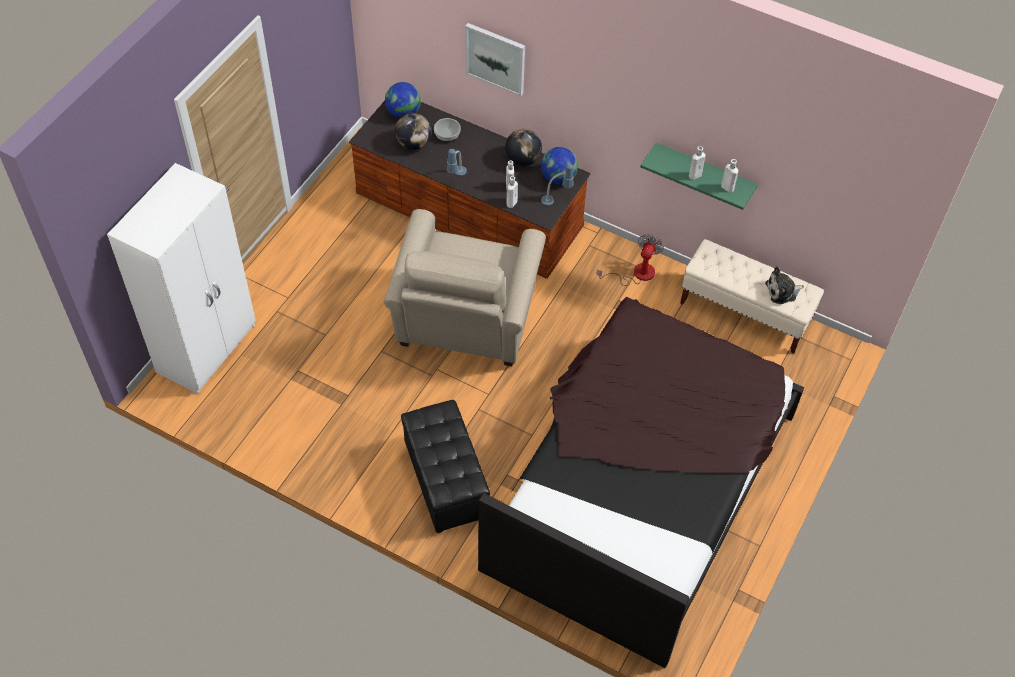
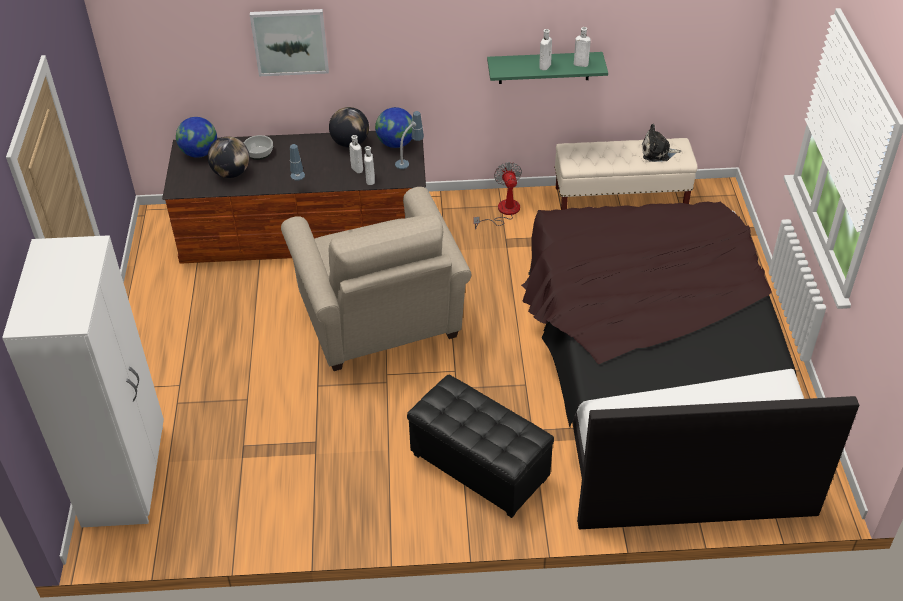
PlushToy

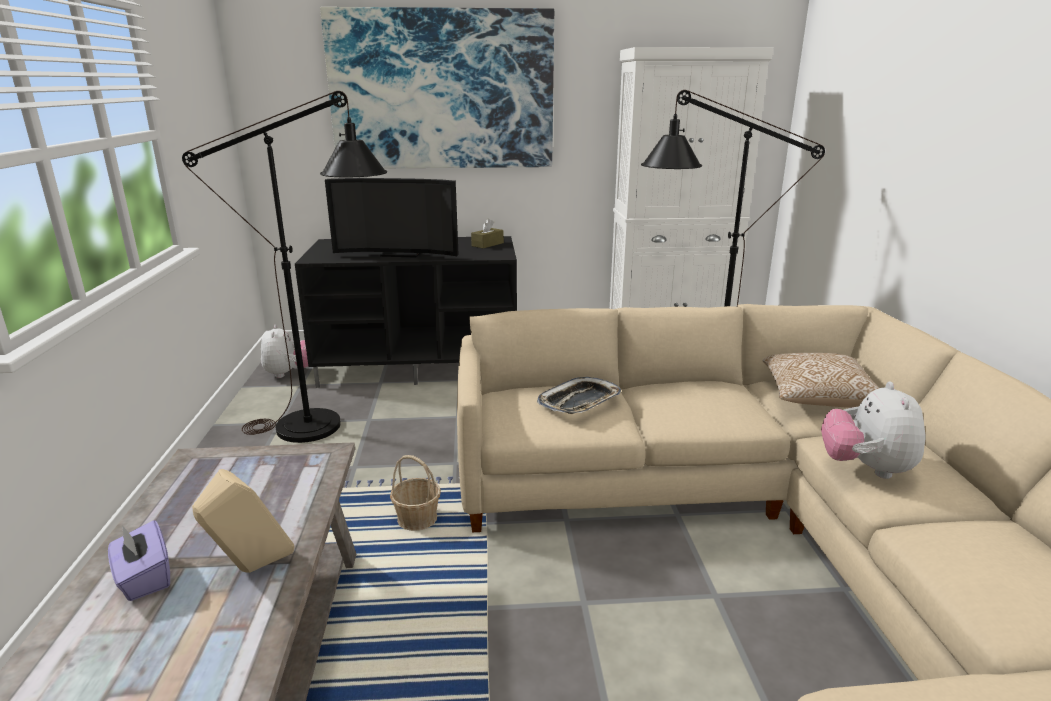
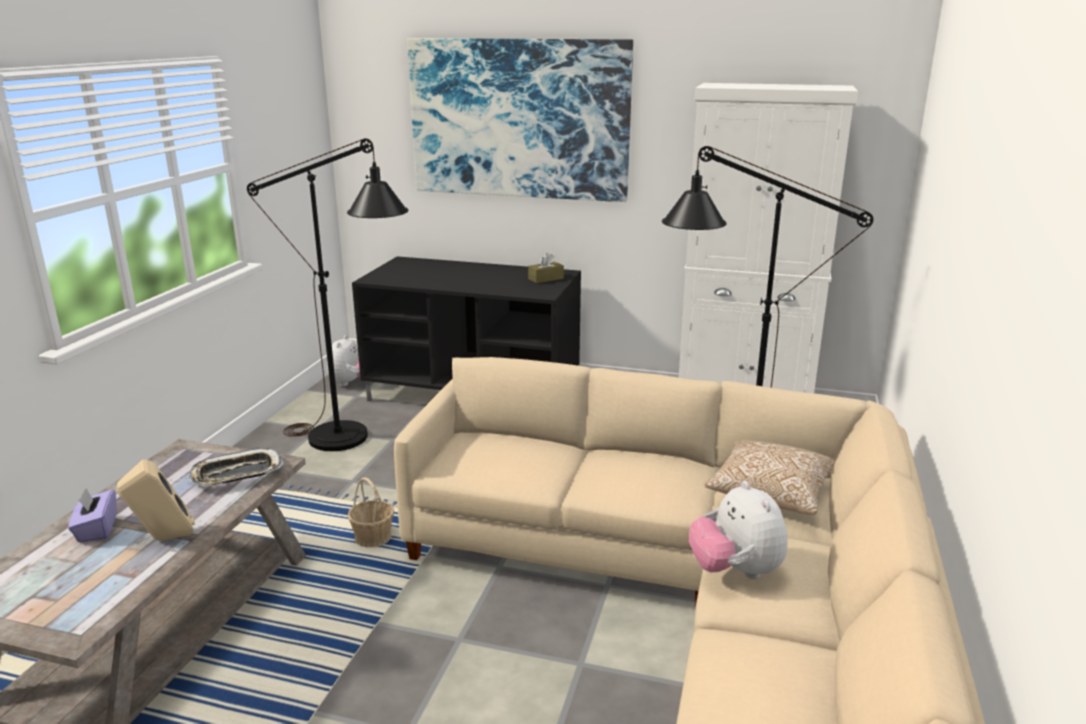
Television
Tray
PlushToy (2nd from left)

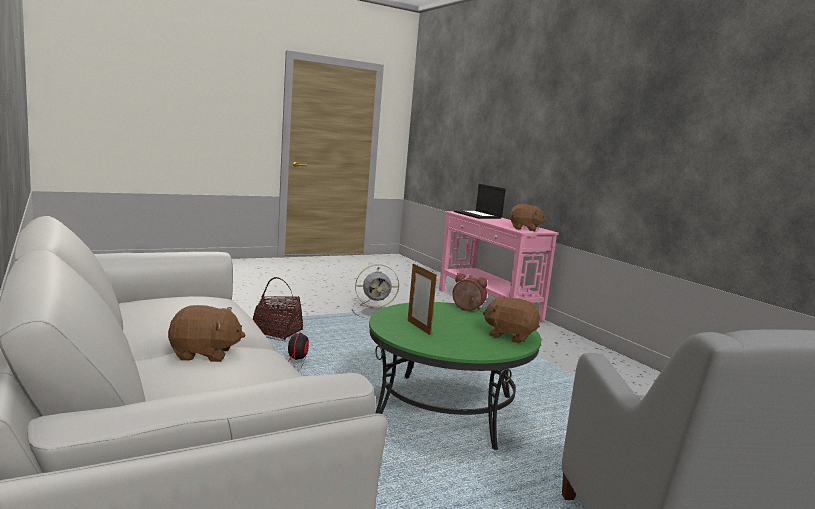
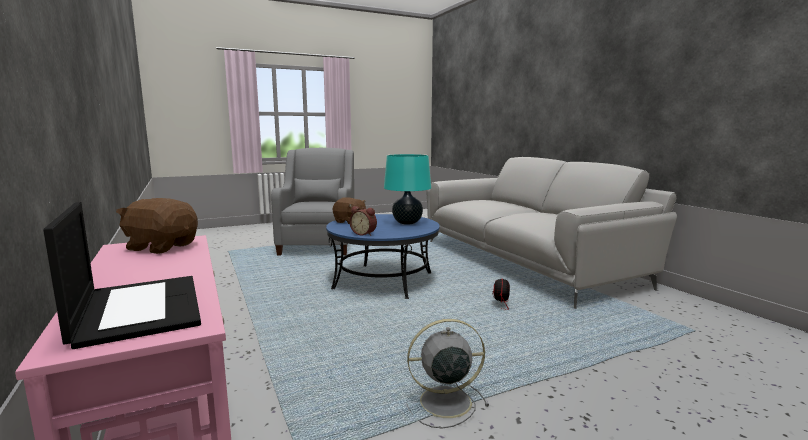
TurquoiseTableLamp
Basket
BlueCoffeeTable
BrownPlushToy (1st from left in the first image)

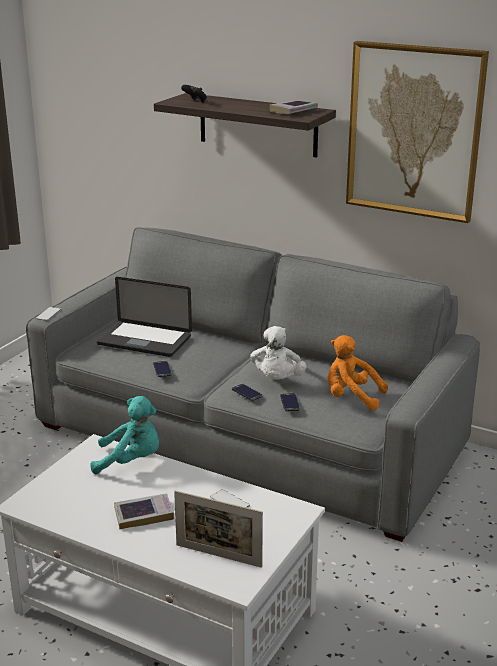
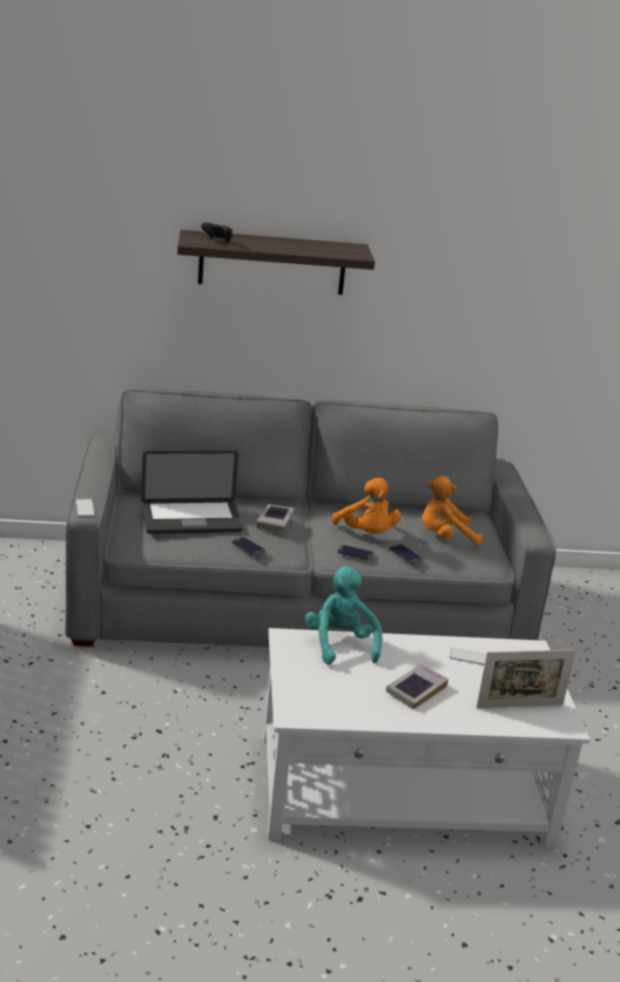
Picture
Book (1st from left)
OrangePlushToy (1st from left)
TurquoisePlushToy

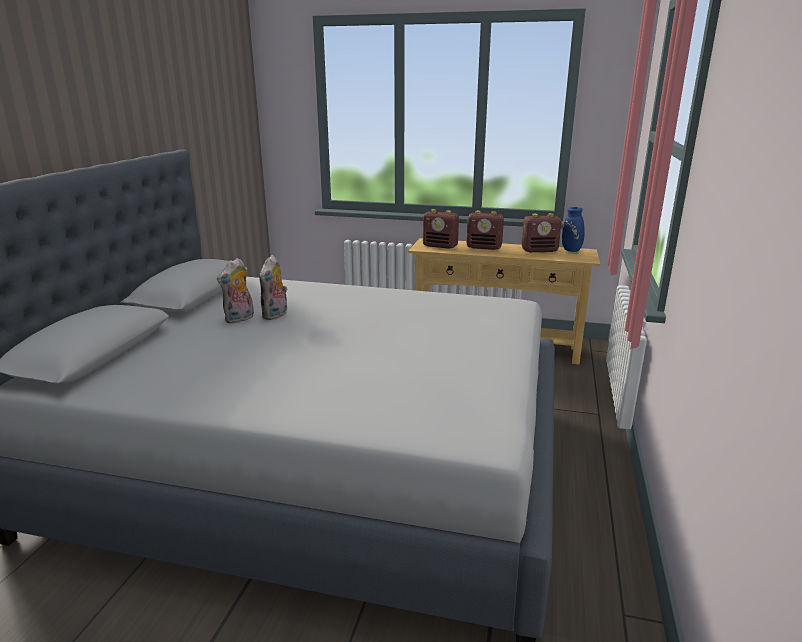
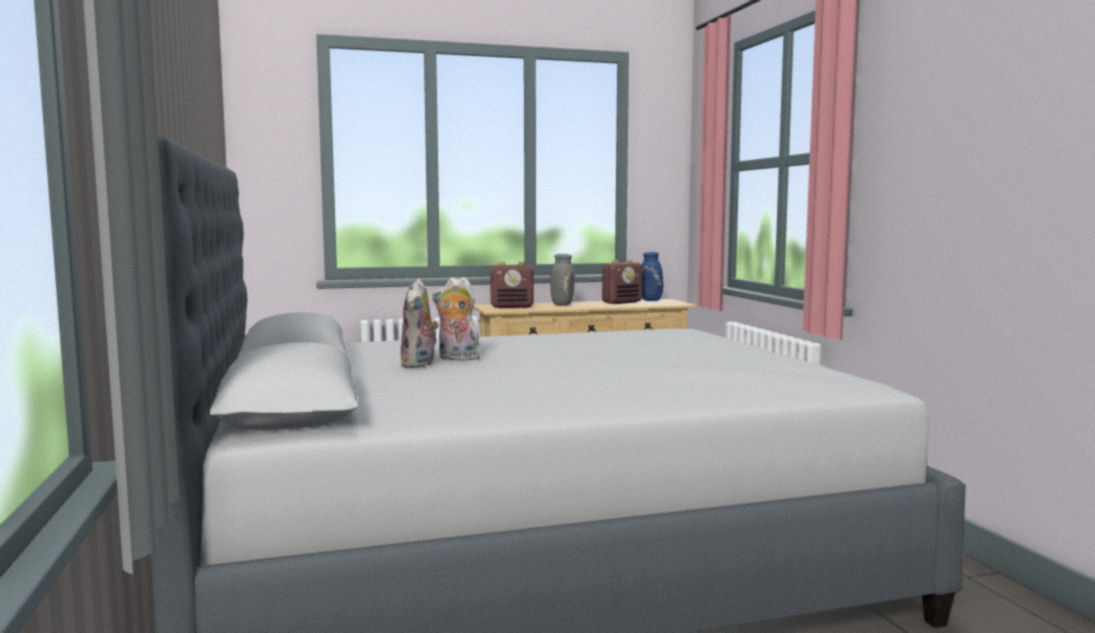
GreyVase
PlushToy (2nd from left)

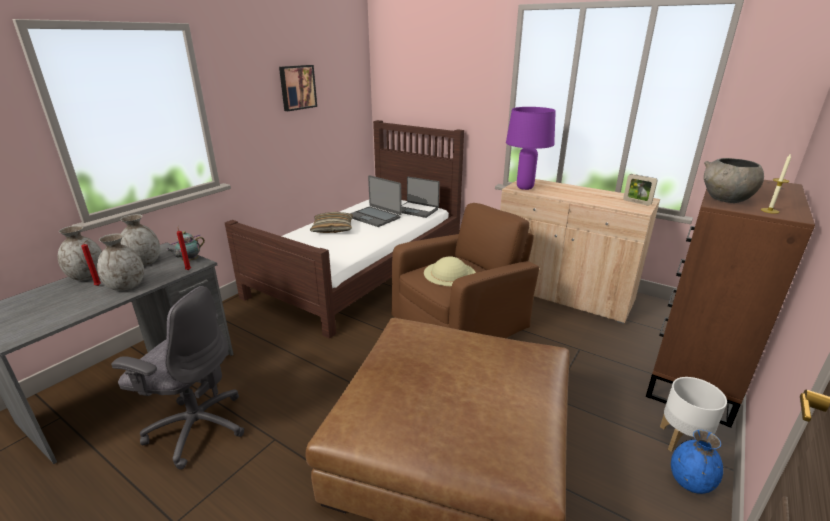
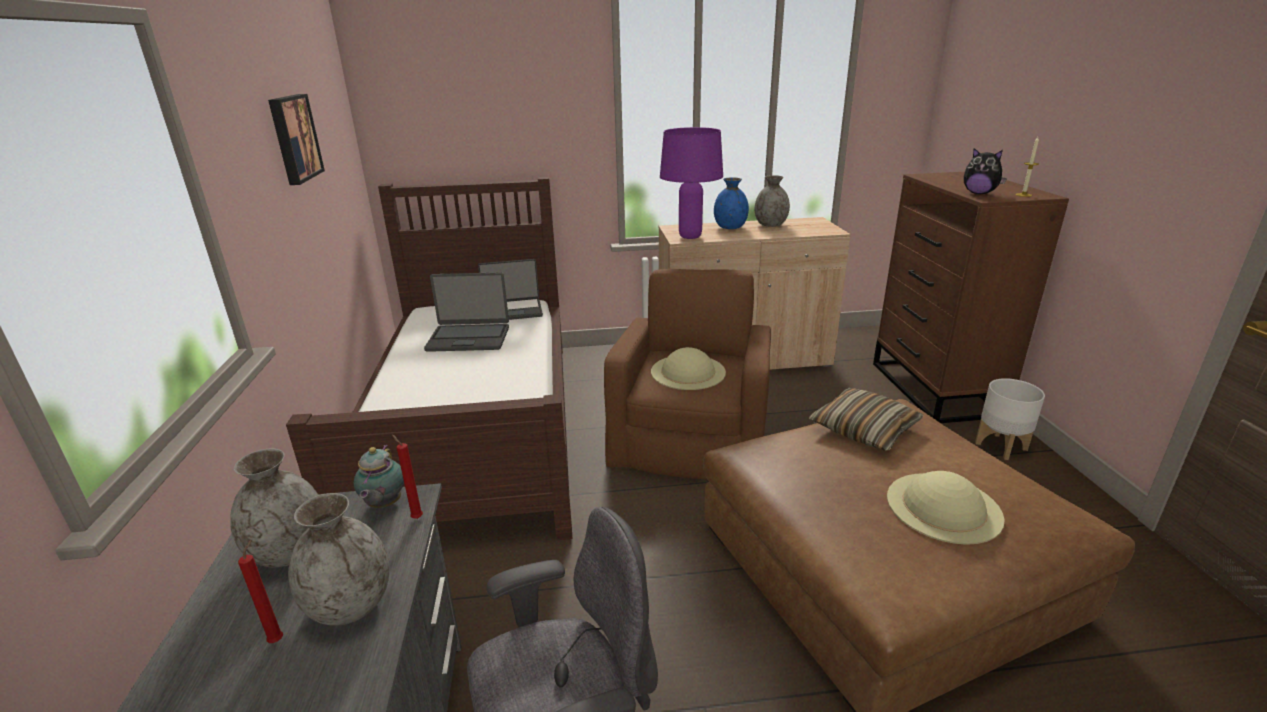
PlushToy
PictureFrame
Pillow
GreyVase (3rd from left)
BlueVase
BeigeHat (2nd from left)

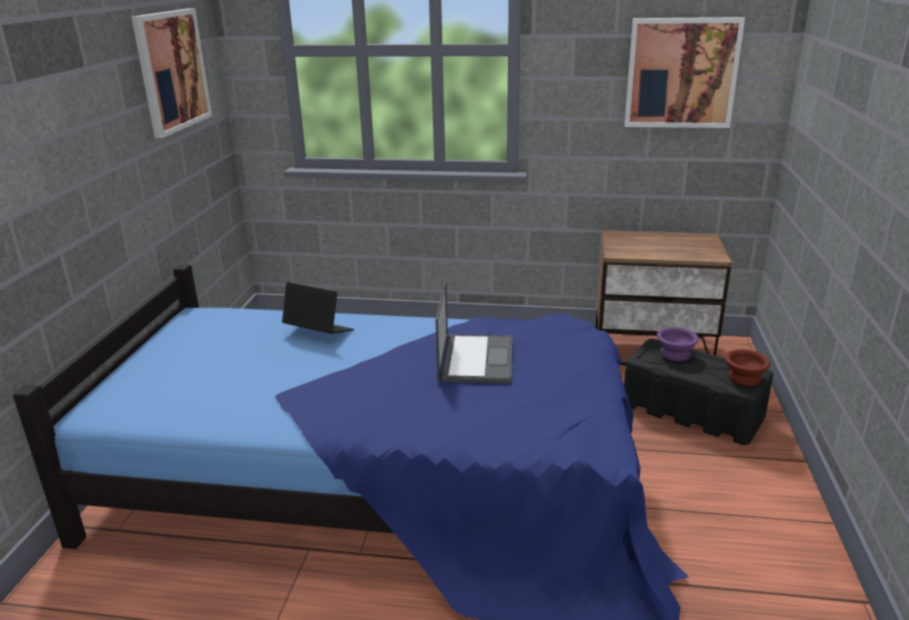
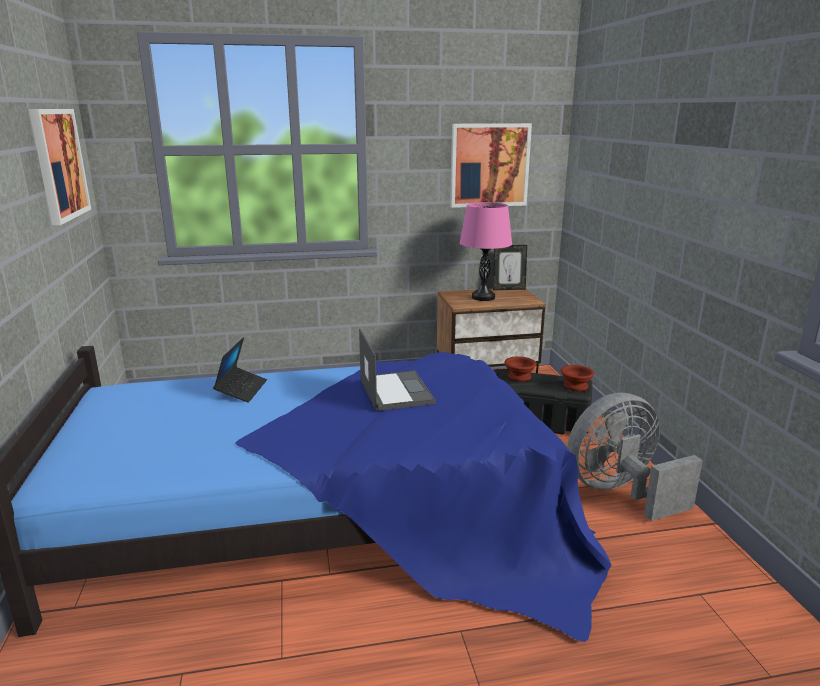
Laptop (1st from left)
BrownBowl (1st from left)
PinkTableLamp
PictureFrame
GreyFan

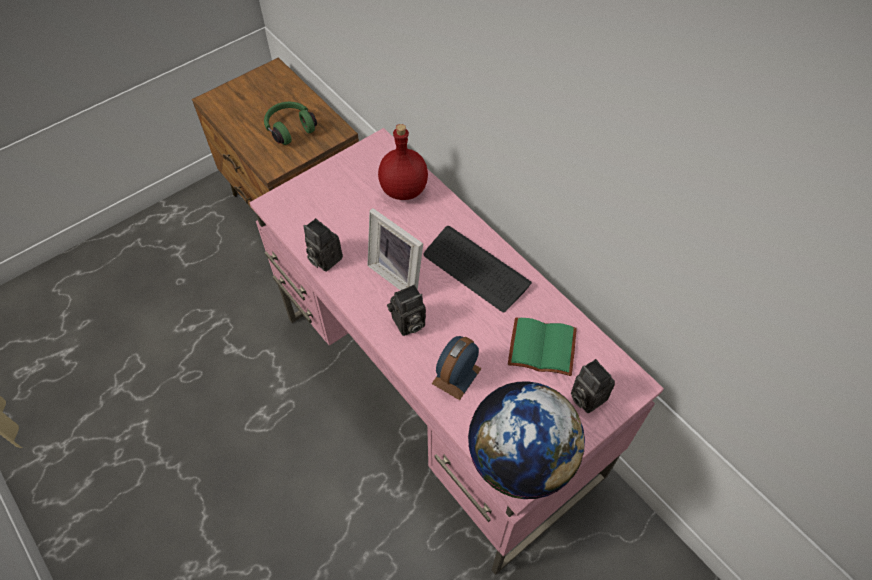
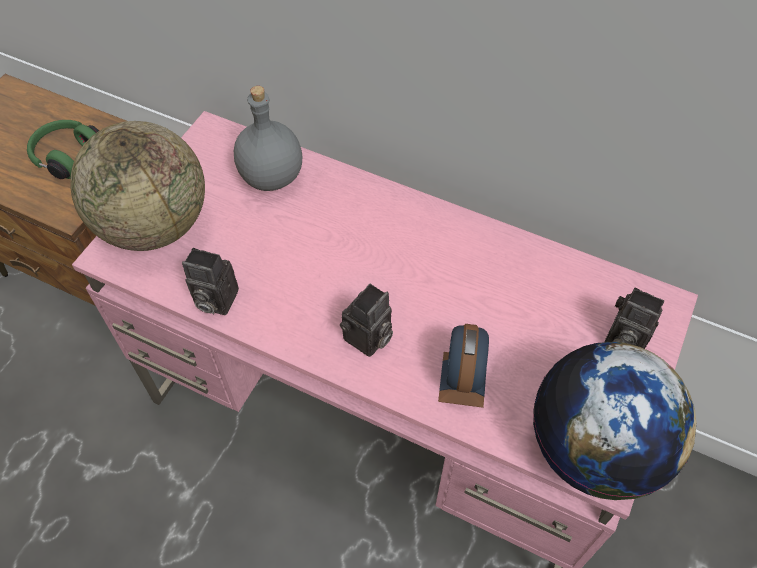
GreyBottle
PictureFrame
Keyboard
GreenBook
Globe (1st from left)

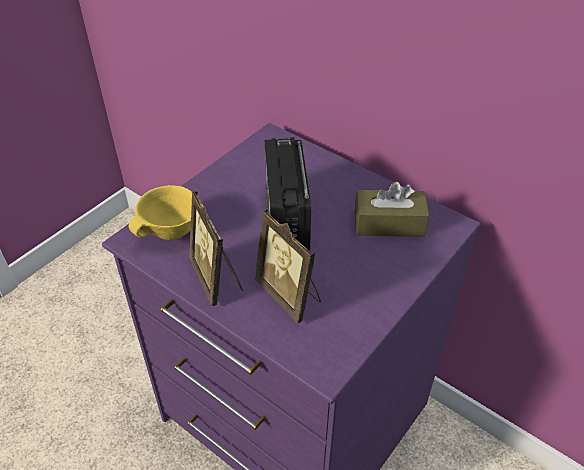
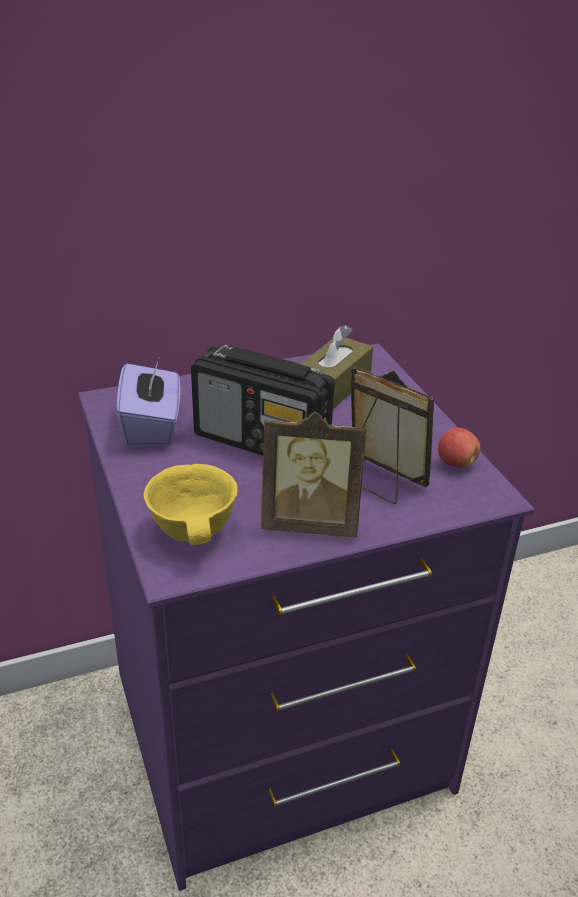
PictureFrame (2nd from left)
PurpleTissueBox
Apple

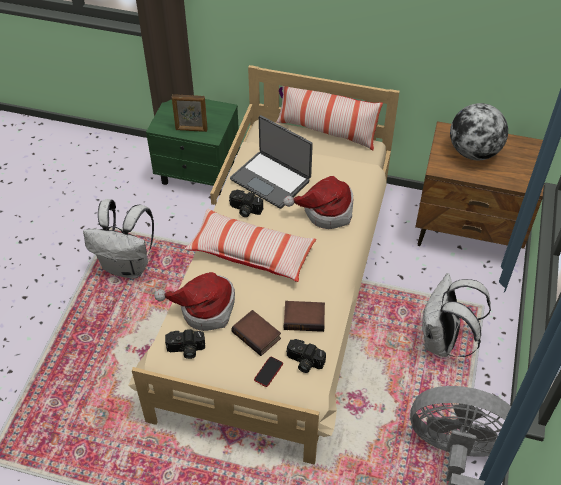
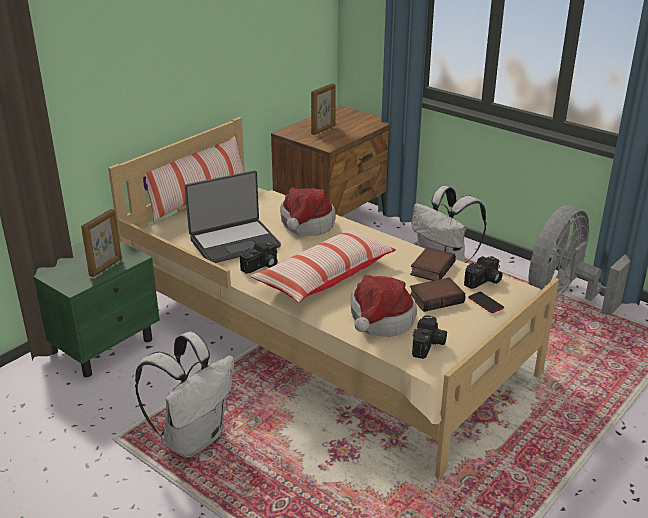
PictureFrame (2nd from left)

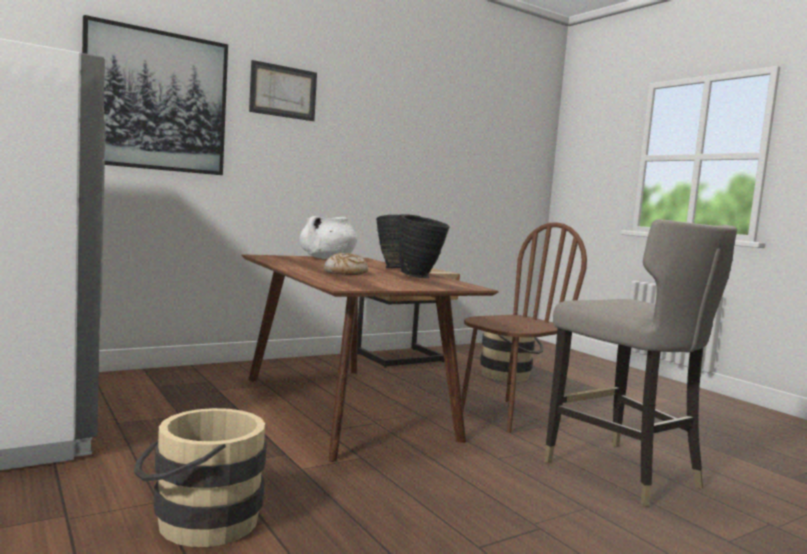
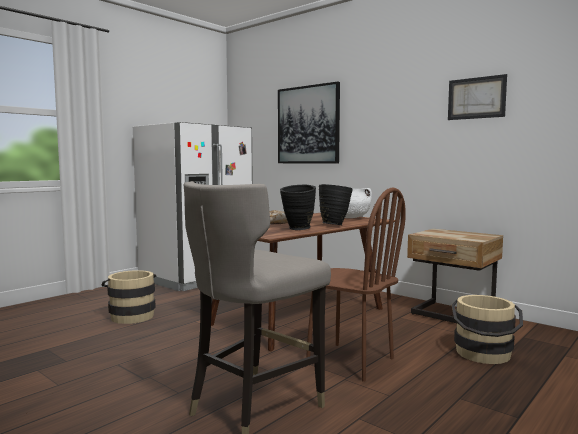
Picture (2nd from left)

